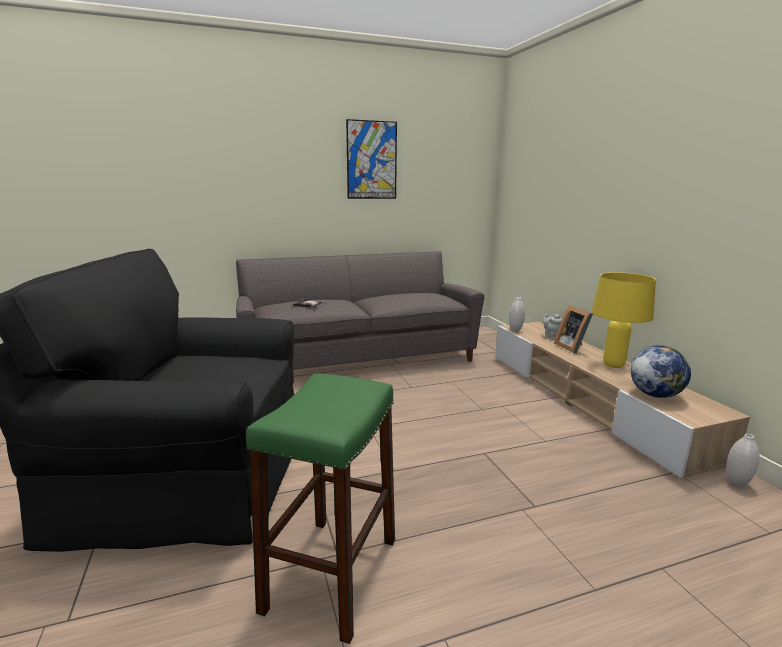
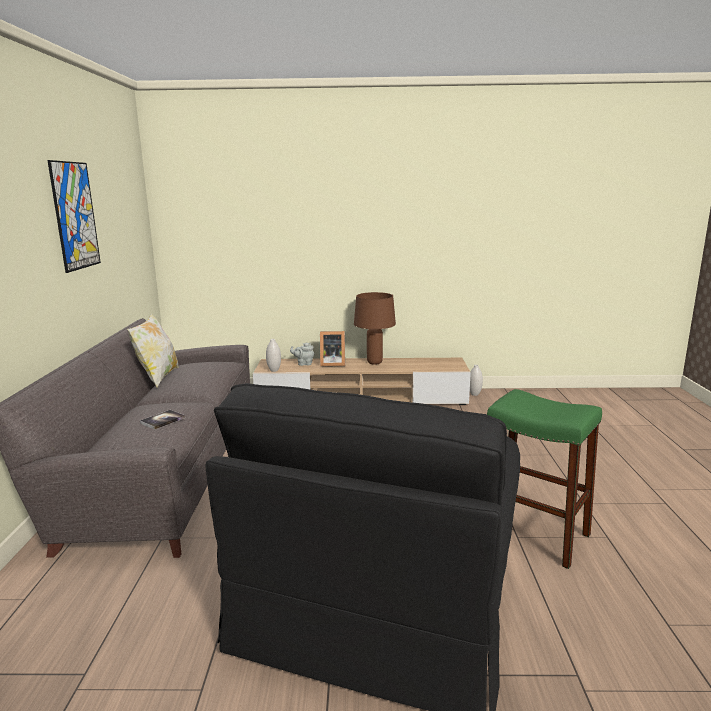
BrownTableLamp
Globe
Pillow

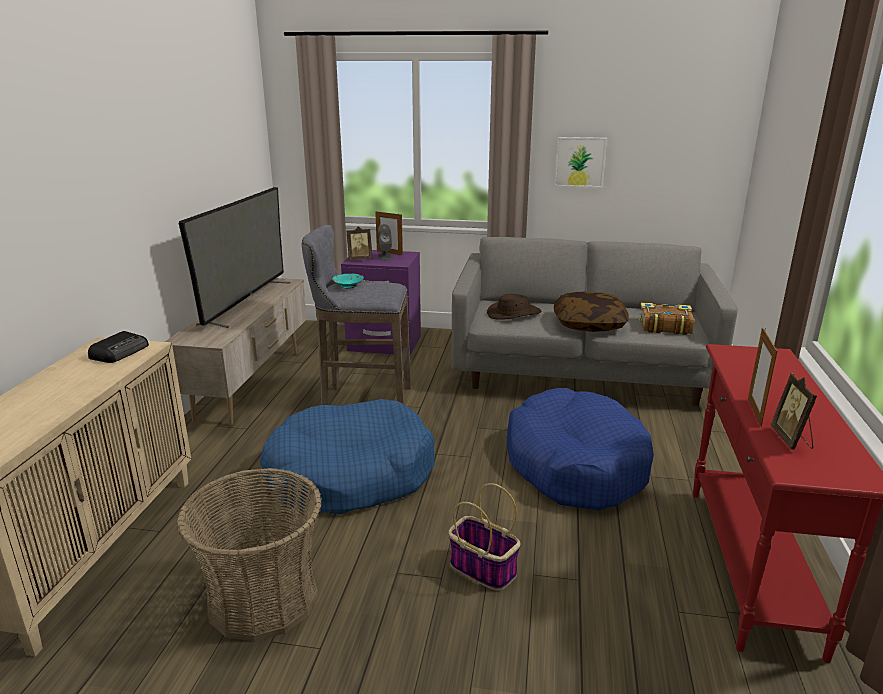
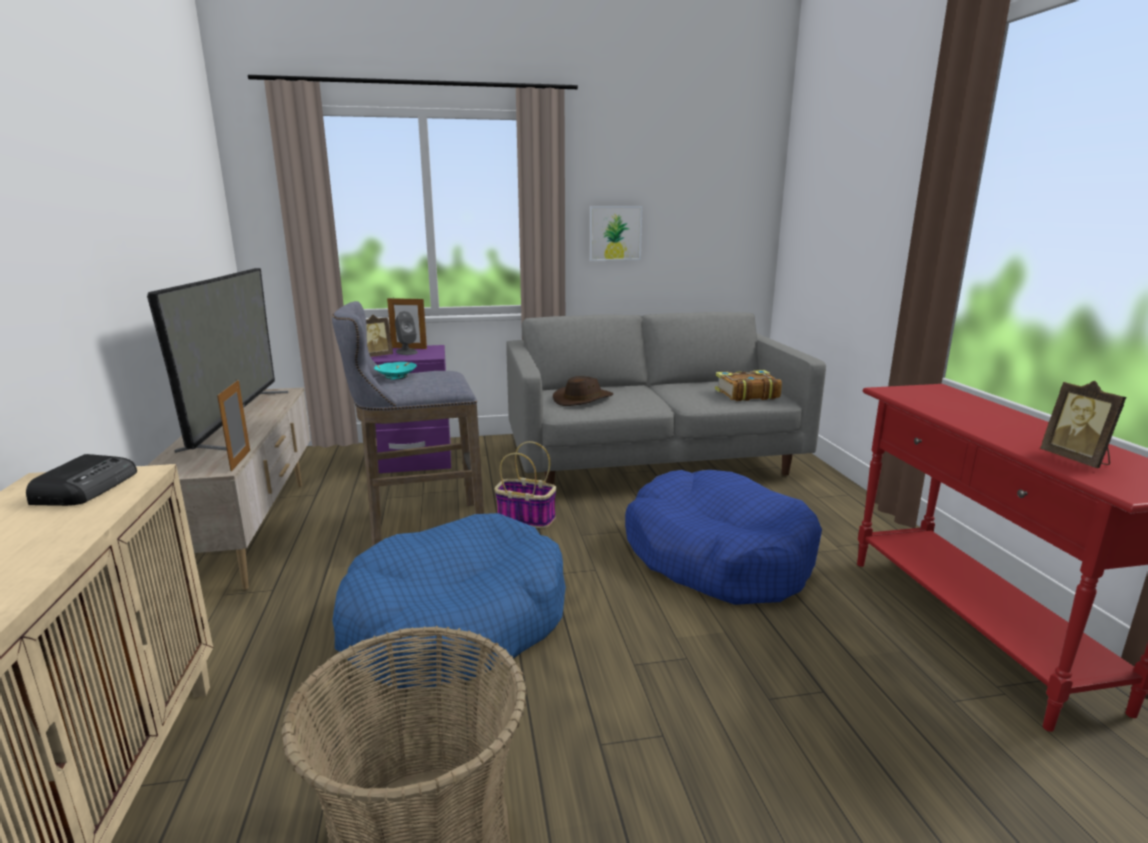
Pillow
PictureFrame (1st from left)
Basket (2nd from left)

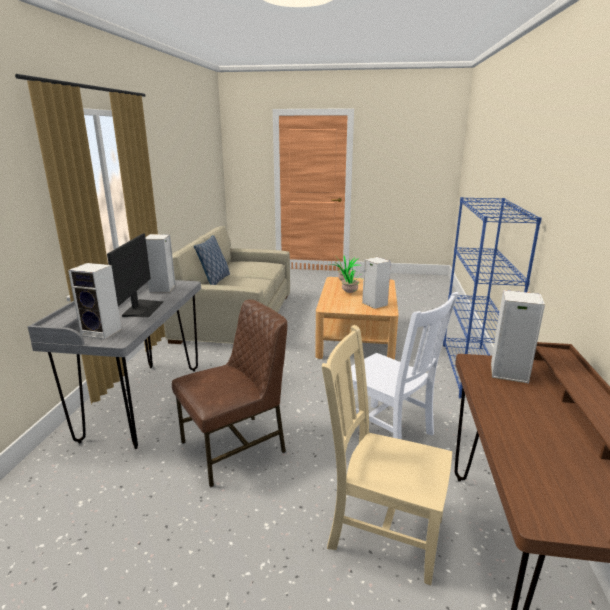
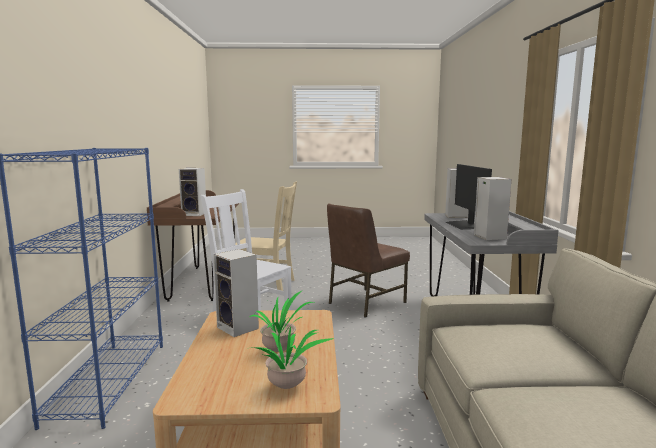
Pillow

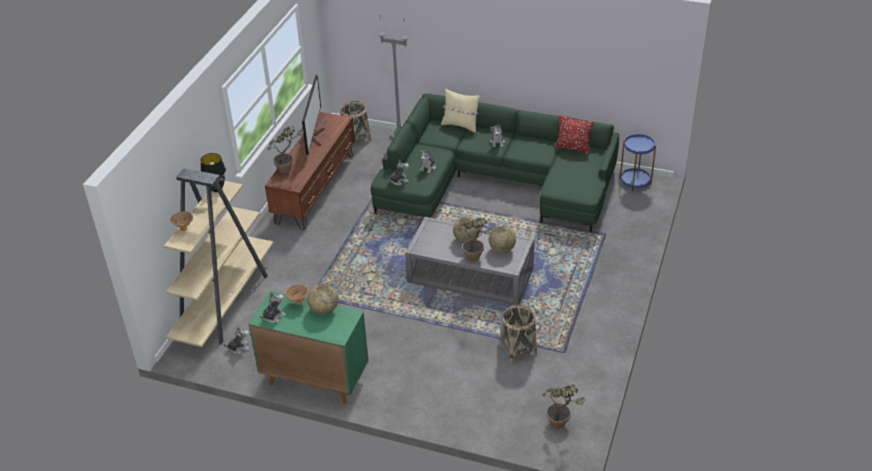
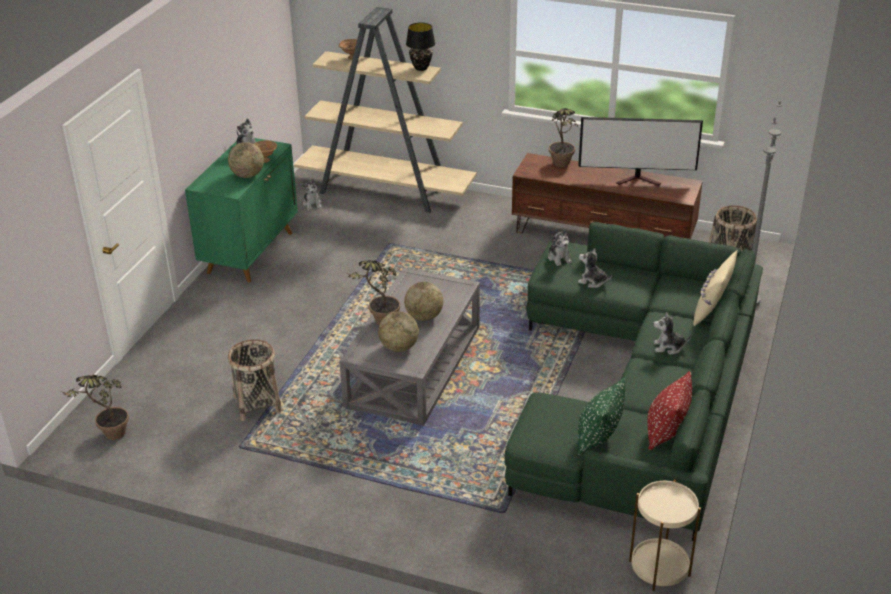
BeigeSideTable
GreenPillow

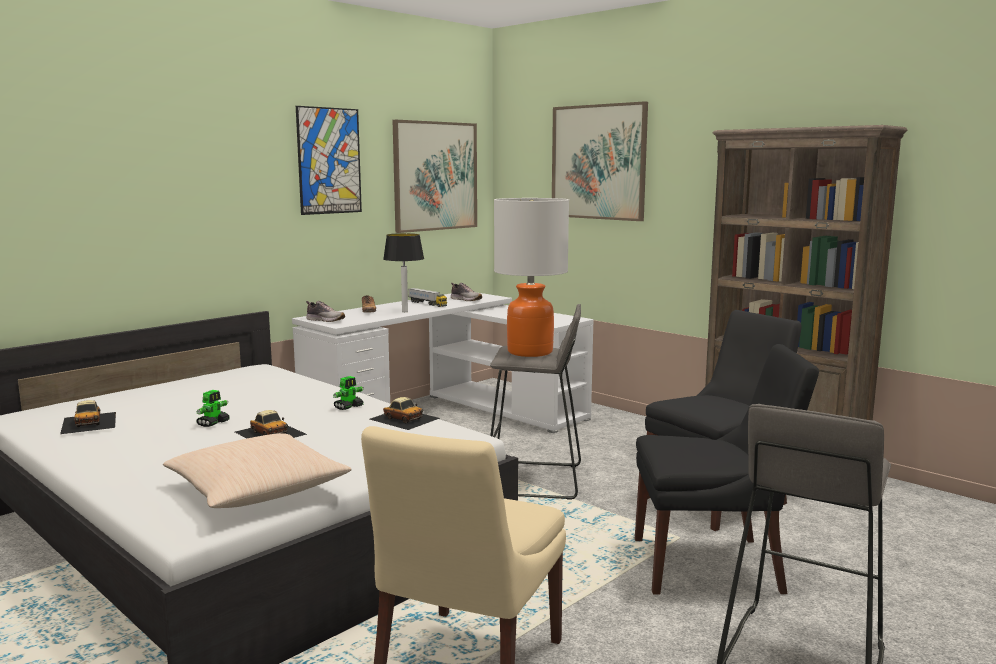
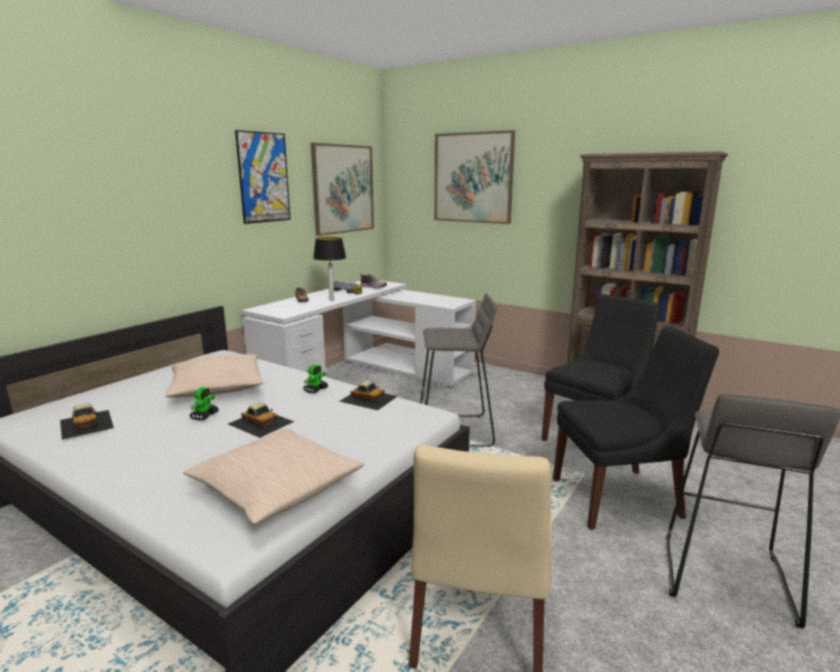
TableLamp (2nd from left in the first image)
Shoe (1st from left in the first image)
BeigePillow (1st from left)

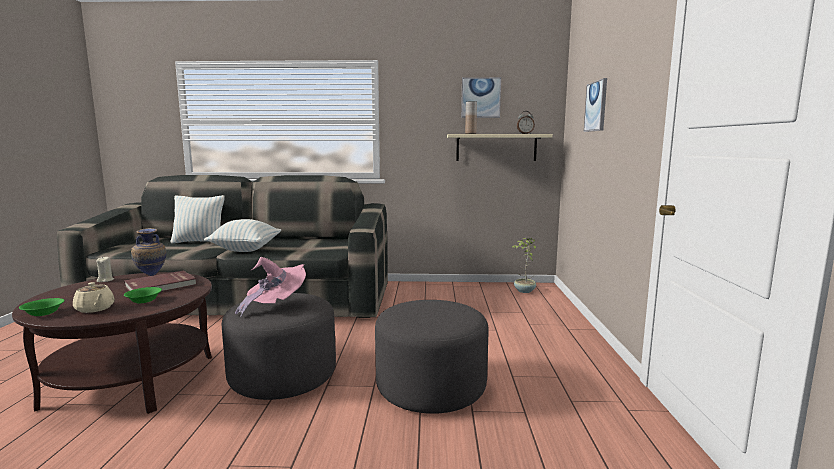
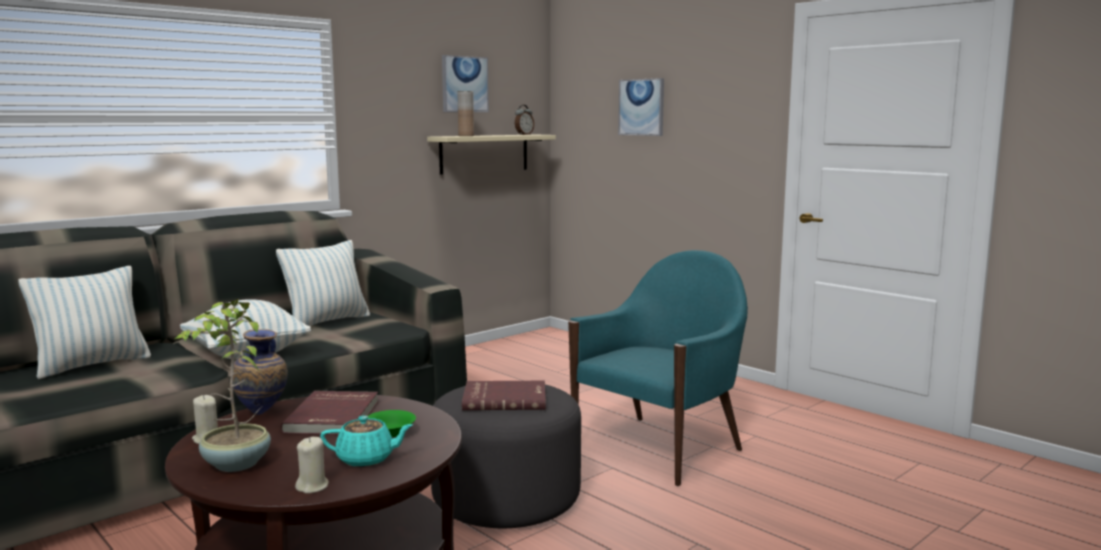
PottedPlant
RedBook (2nd from left)
TurquoiseTeapot
BeigeCandle (2nd from left)
TurquoiseArmchair
Pillow (3rd from left)

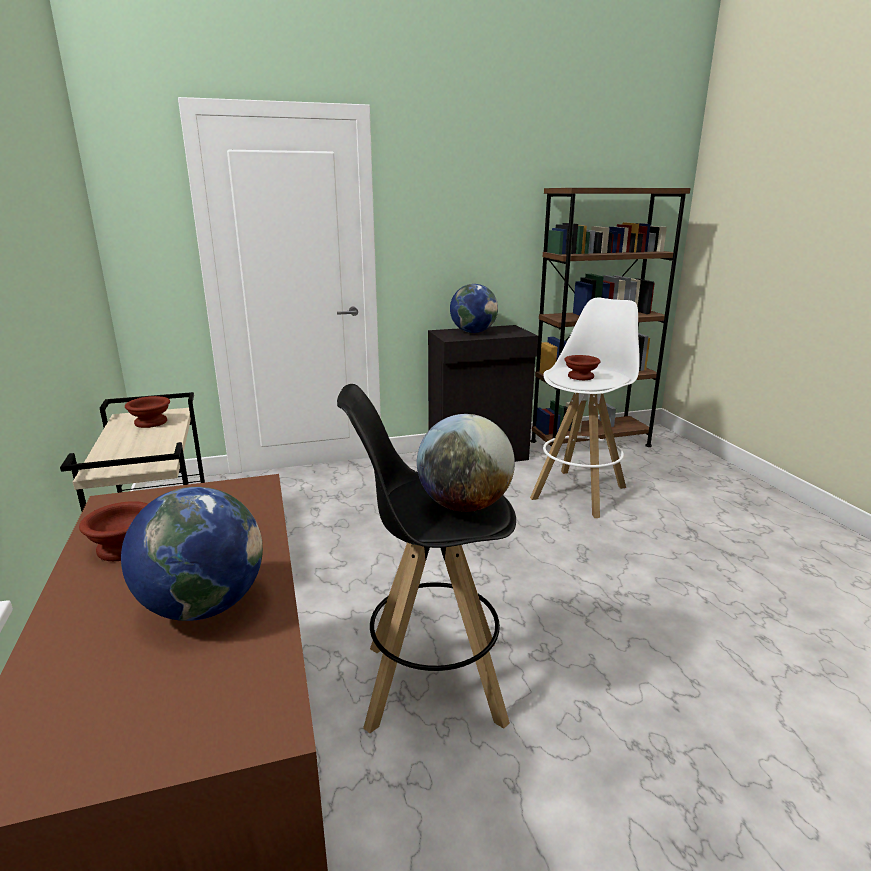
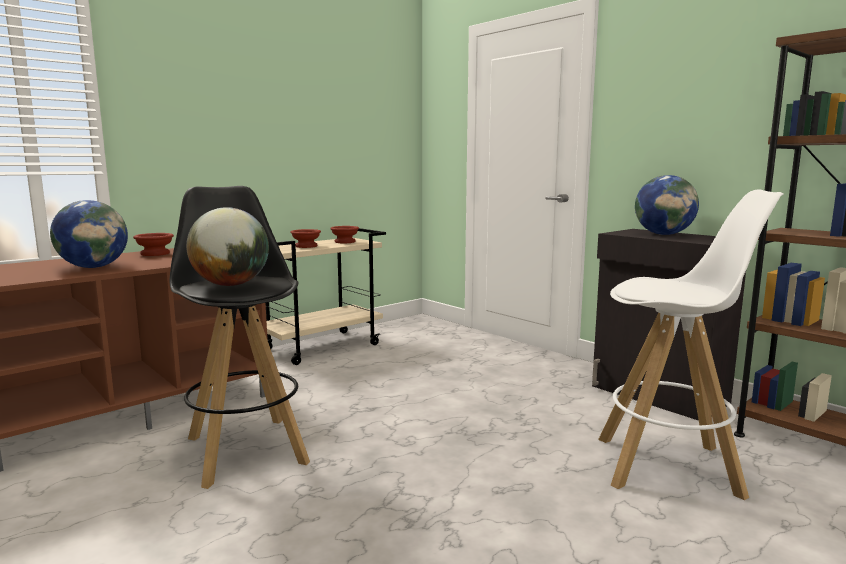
BrownBowl (2nd from left)

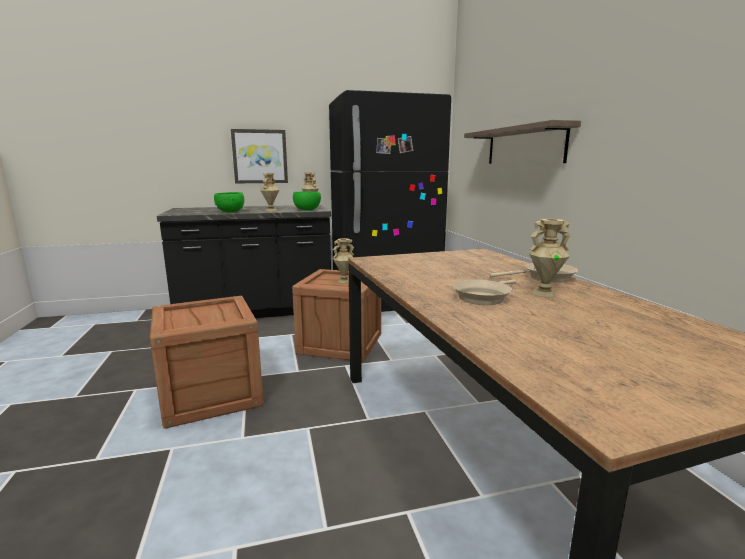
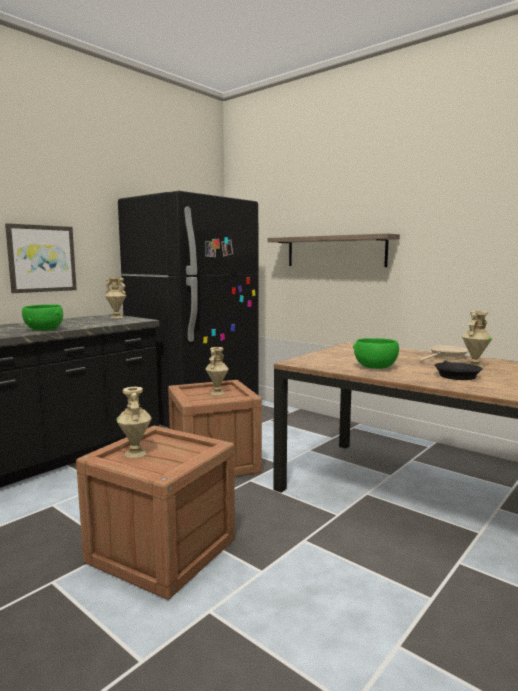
BeigeVase (2nd from left)
GreenBowl (2nd from left)
BlackFryingPan

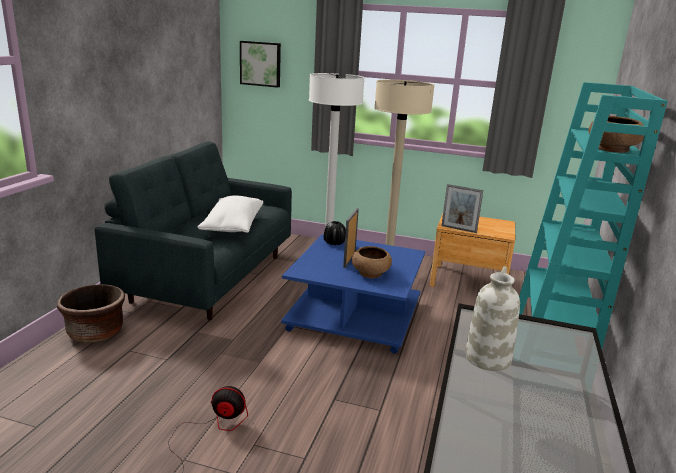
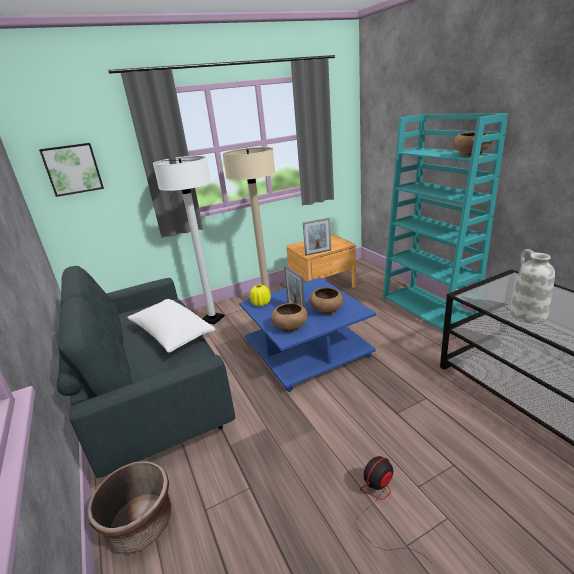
YellowVase
BrownBowl (1st from left)

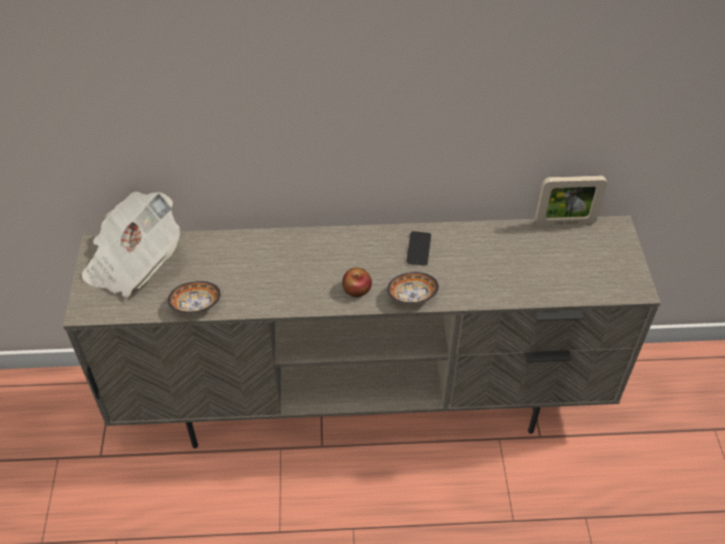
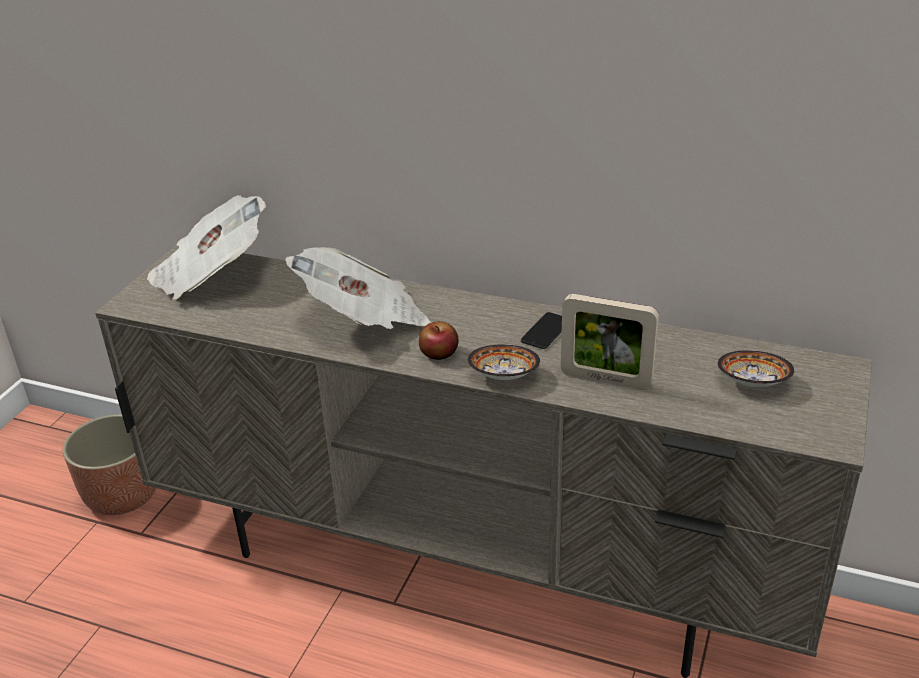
PictureFrame
Bowl (2nd from left)
Newspaper (2nd from left)
Planter

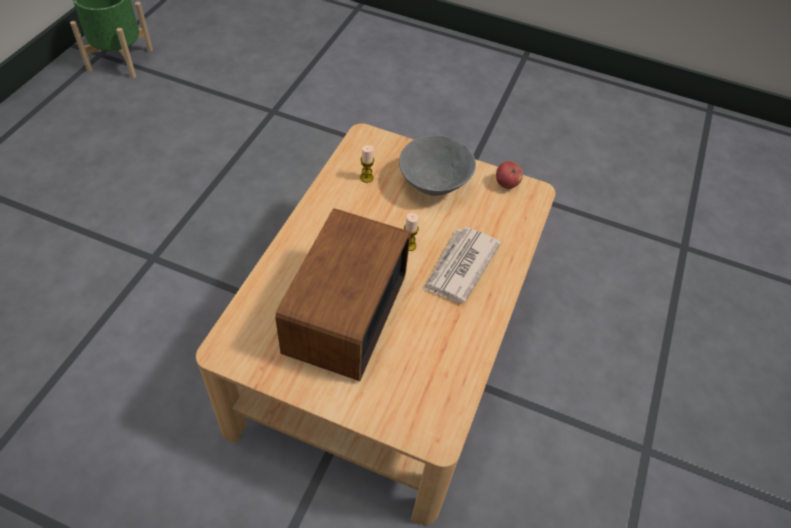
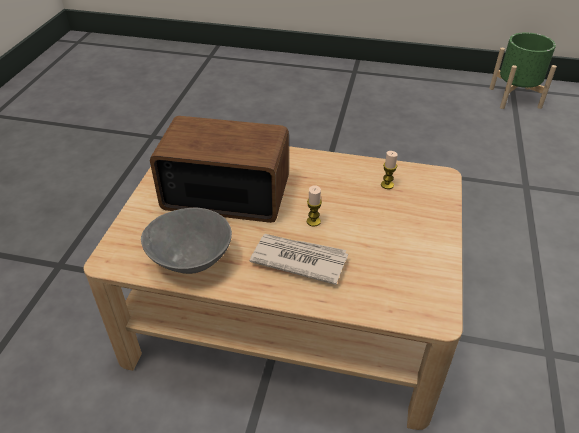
GreyBowl
Apple

